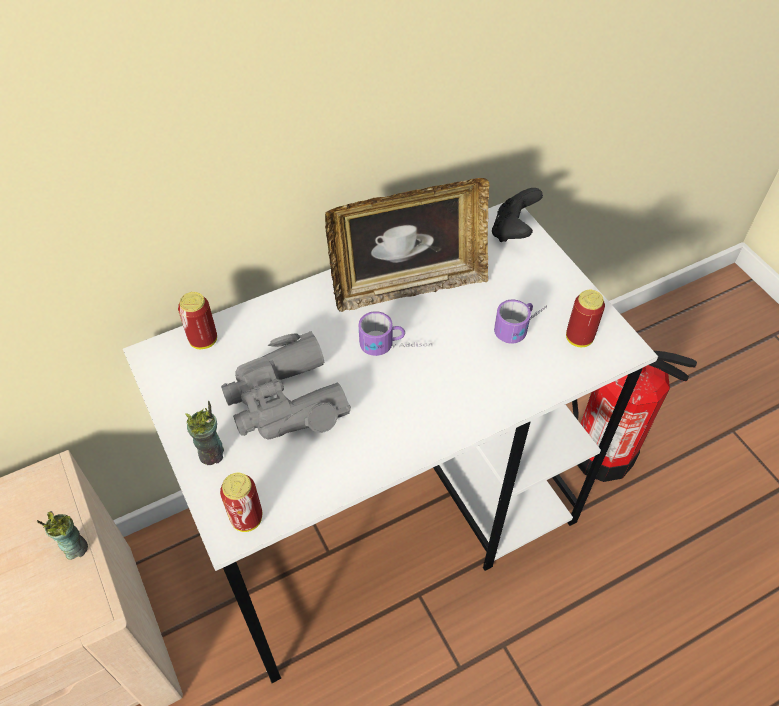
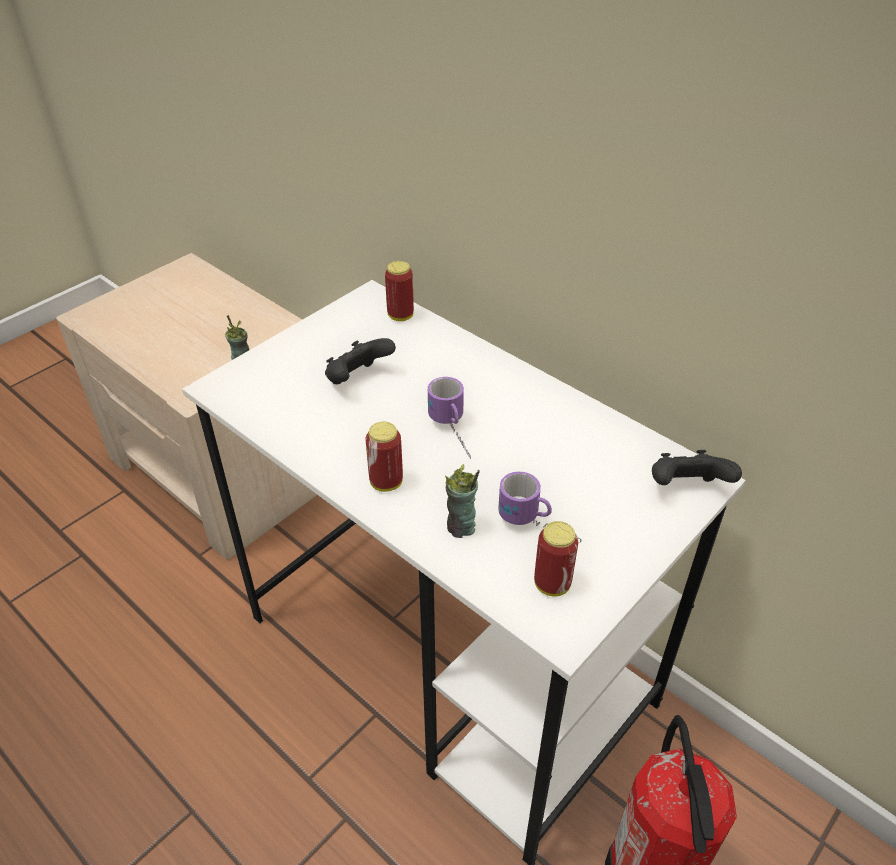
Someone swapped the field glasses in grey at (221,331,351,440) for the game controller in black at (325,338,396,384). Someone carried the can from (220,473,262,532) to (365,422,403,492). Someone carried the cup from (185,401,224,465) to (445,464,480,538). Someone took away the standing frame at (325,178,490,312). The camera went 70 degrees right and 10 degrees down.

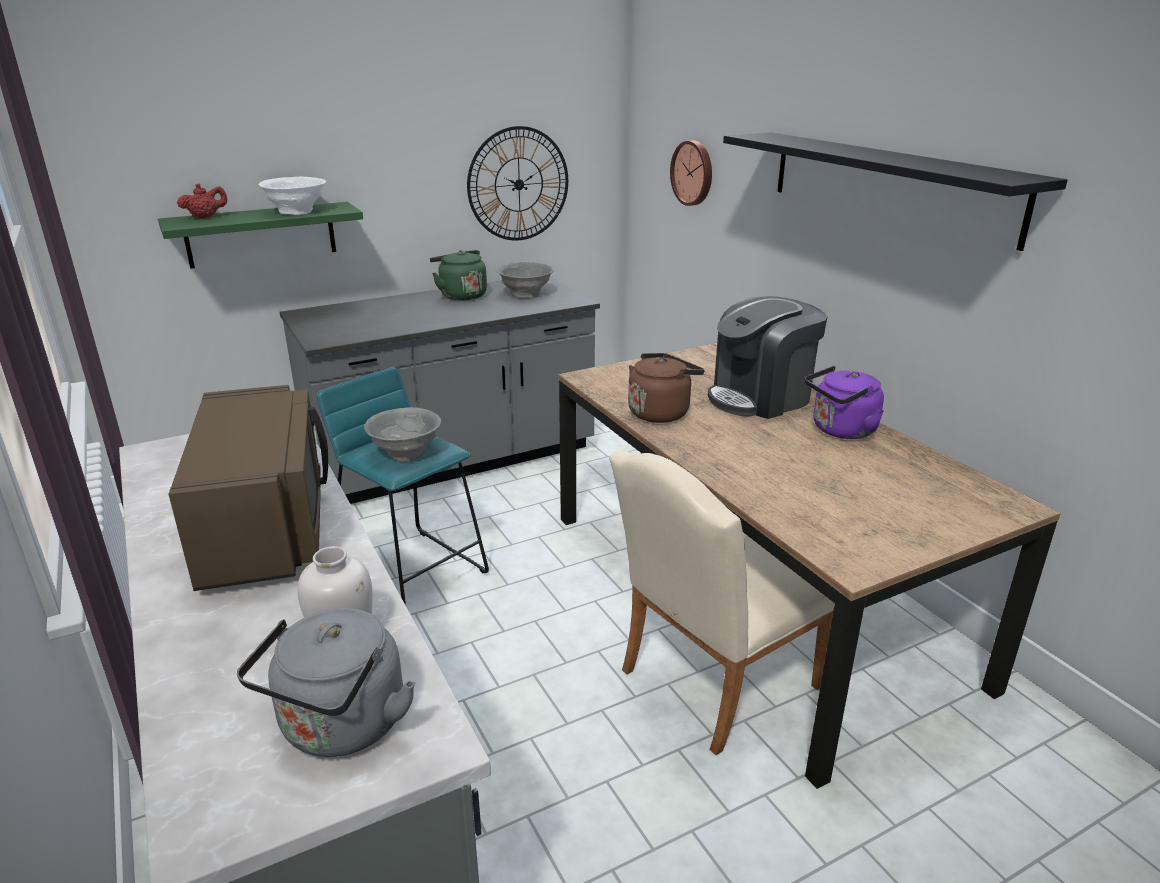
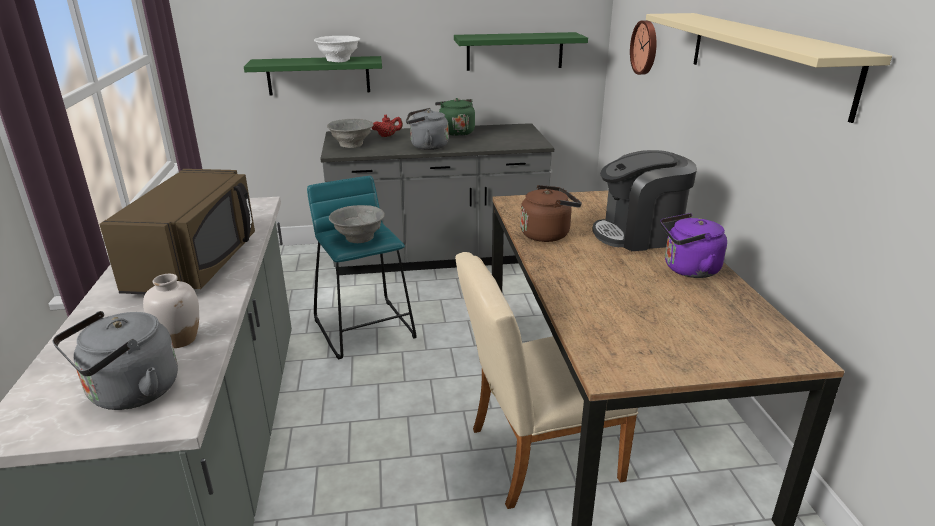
Someone carried the serving bowl in grey from (497,262,554,298) to (327,119,374,148). Someone carried the teapot in reddish from (177,184,228,219) to (372,114,403,137). Someone put down the water kettle in grey at (406,108,449,150). Someone swapped the hanging clock at (467,126,568,241) for the bracket shelf in green-coloured at (454,32,588,71). Someone repainted the bracket shelf in black at (723,132,1068,251), which became the bracket shelf in beige-coloured at (646,13,892,123). The camera went 20 degrees right and 0 degrees up.

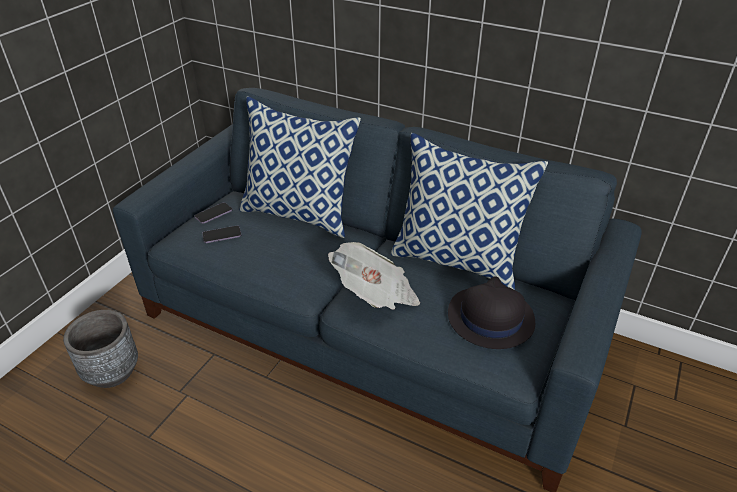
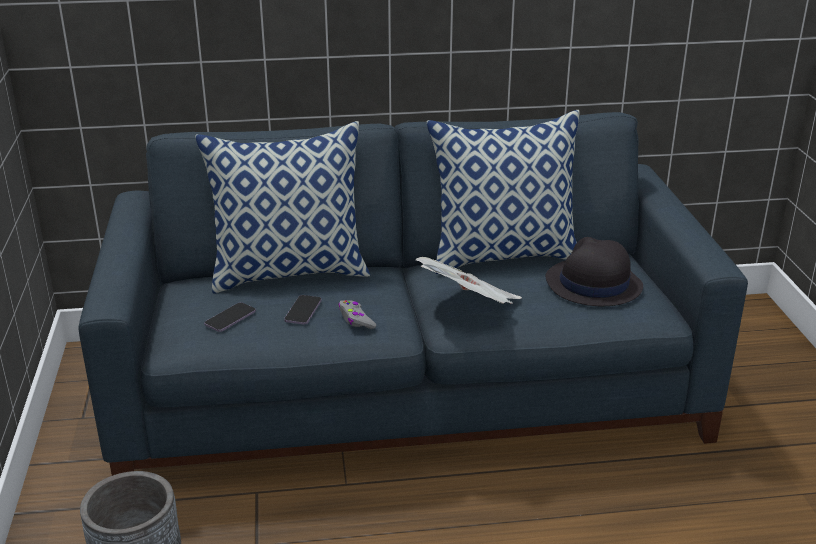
Someone carried the phone from (195,203,232,224) to (284,295,322,324). Someone put down the game controller in grey at (338,300,376,329). The camera went 35 degrees left and 10 degrees down.

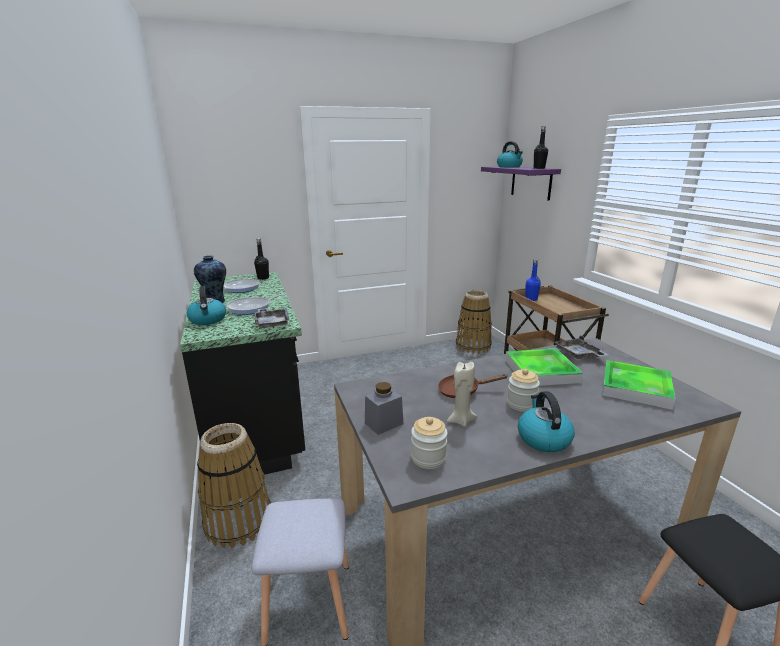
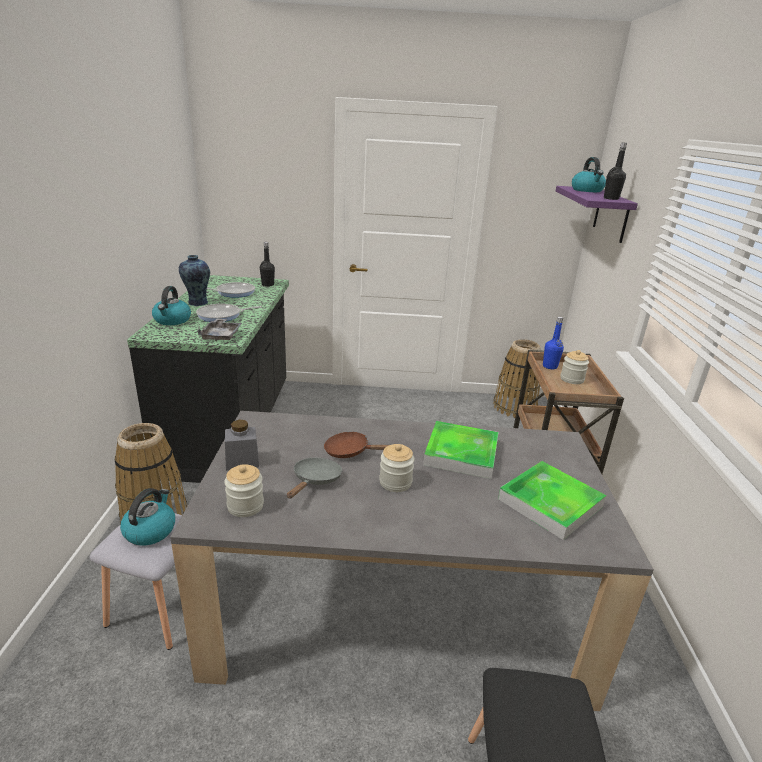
Someone carried the water kettle from (518,391,575,452) to (120,488,175,546). Someone swapped the wax candle in beige-coloured at (447,362,477,427) for the pan in grey at (287,458,342,498). Someone put down the jar at (561,350,589,384). Someone took away the carrying tray in grey at (554,335,608,359). The camera went 20 degrees right and 5 degrees up.

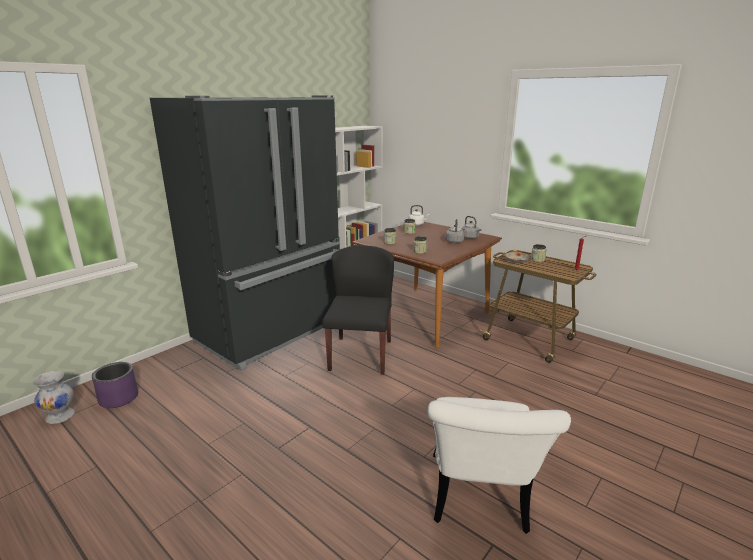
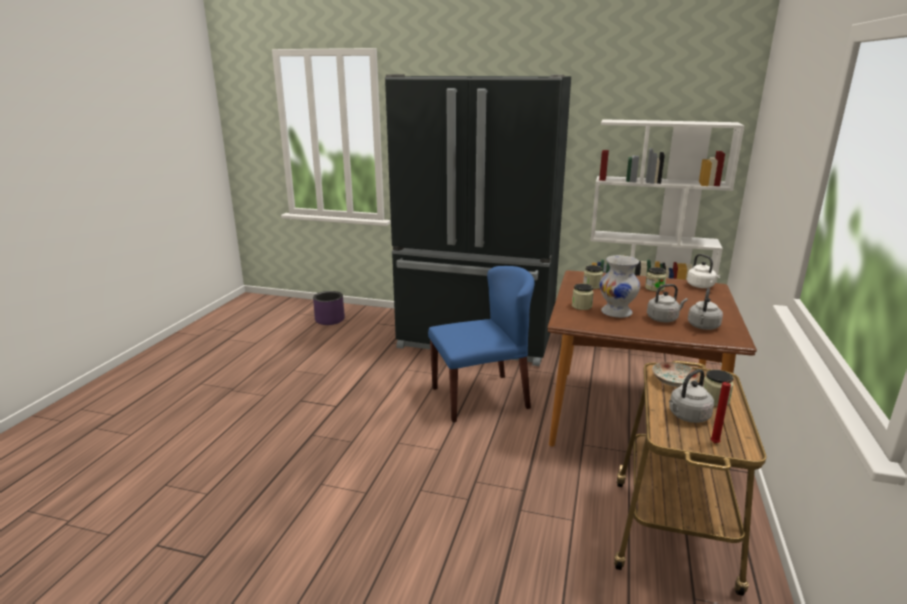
Someone repainted the plain chair in black at (322,245,394,375), which became the plain chair in bluish at (428,266,535,422). Someone carried the vase in white-coloured from (33,371,75,424) to (600,255,640,318). Someone put down the water kettle in grey at (669,369,714,423). Someone took away the plain chair in white-coloured at (428,397,571,534). The camera went 65 degrees right and 0 degrees up.

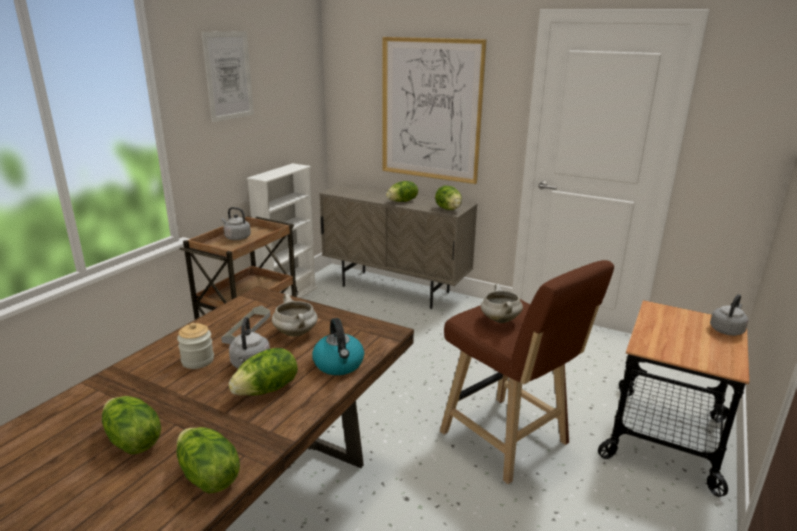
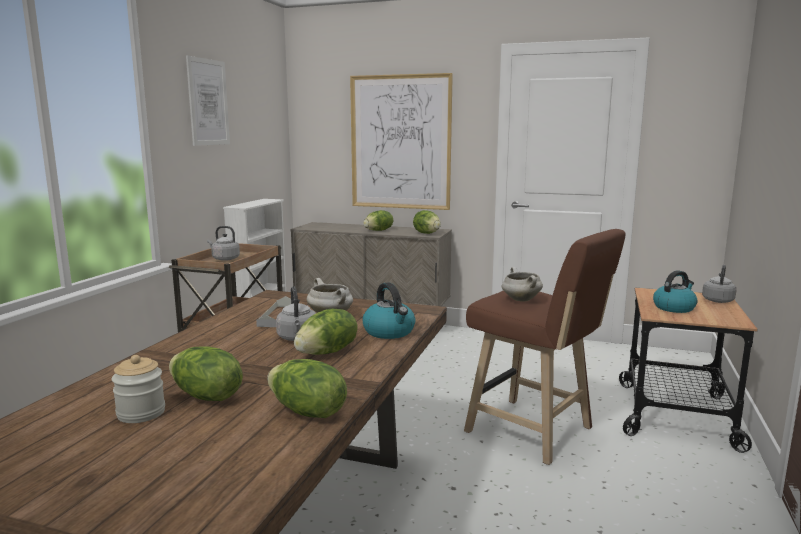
Someone carried the jar from (177,323,214,369) to (112,355,165,423). Someone put down the water kettle at (653,270,698,313). The camera went 10 degrees left and 10 degrees down.

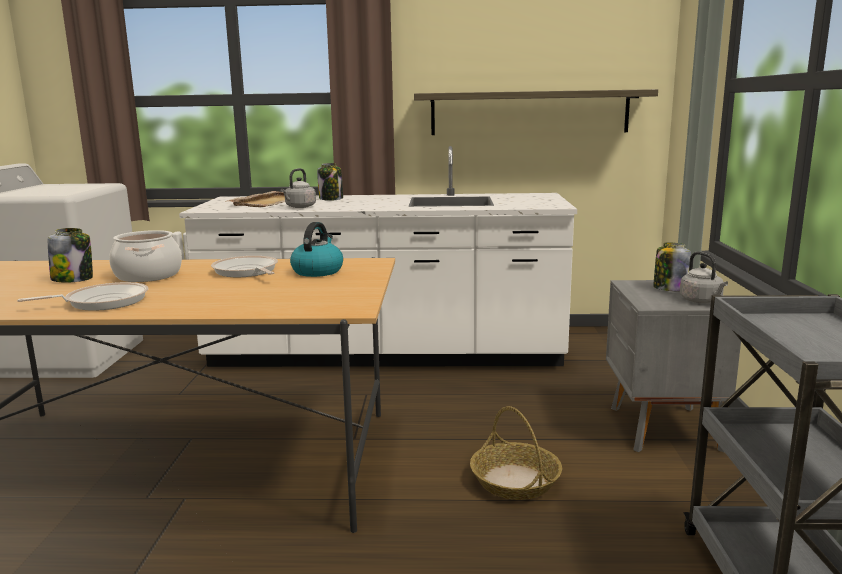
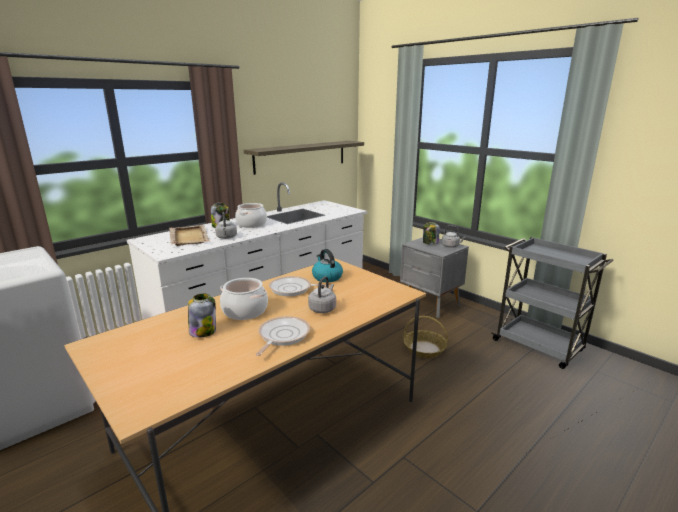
Someone put down the saucepot at (235,203,267,228). Someone put down the water kettle in grey at (308,276,336,313). The camera went 45 degrees left and 5 degrees up.

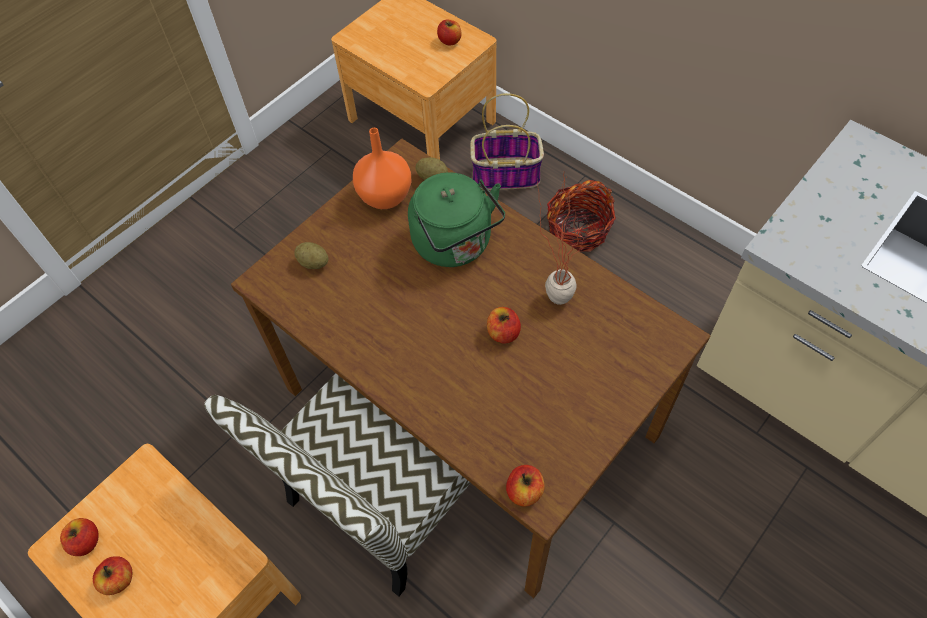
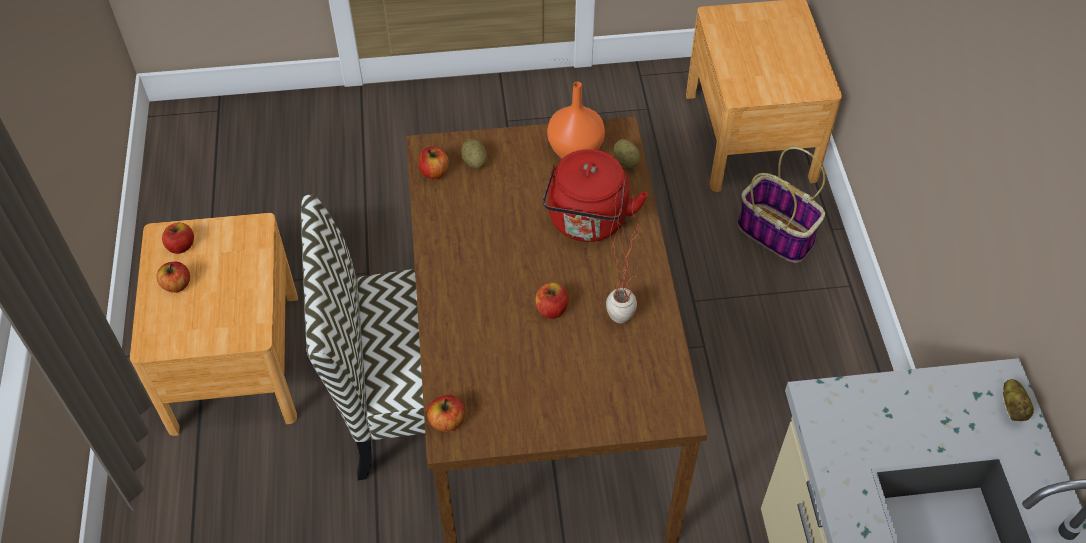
Someone carried the apple fruit from (437,20,461,46) to (419,146,449,179). Someone repainted the water kettle in green-coloured at (408,172,505,267), which became the water kettle in reddish at (542,149,648,242). Someone put down the whole potato at (1003,379,1034,421). Someone took away the household basket at (547,180,616,252). The camera went 40 degrees right and 5 degrees down.

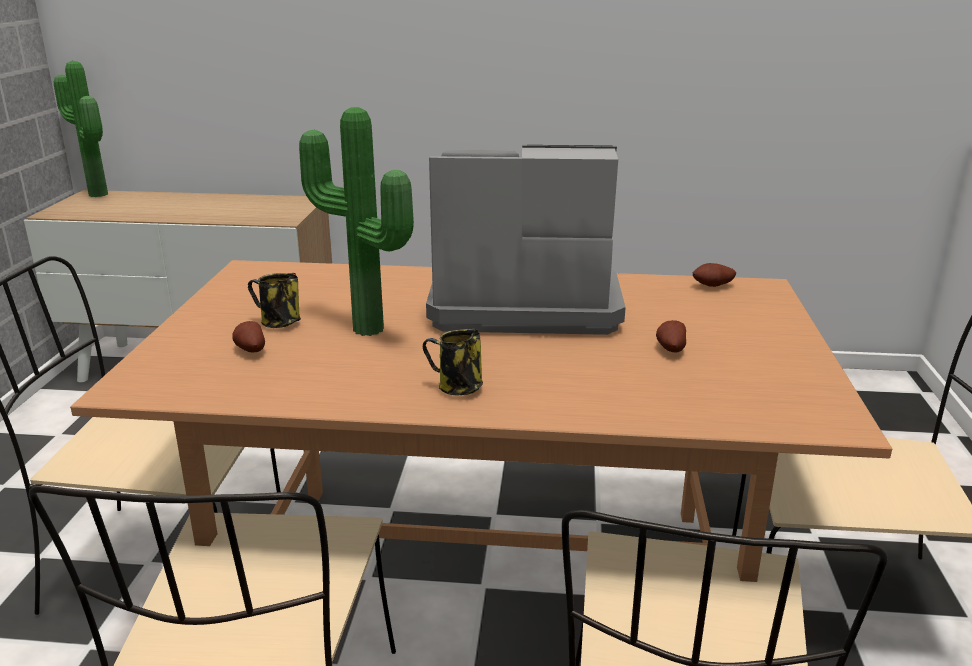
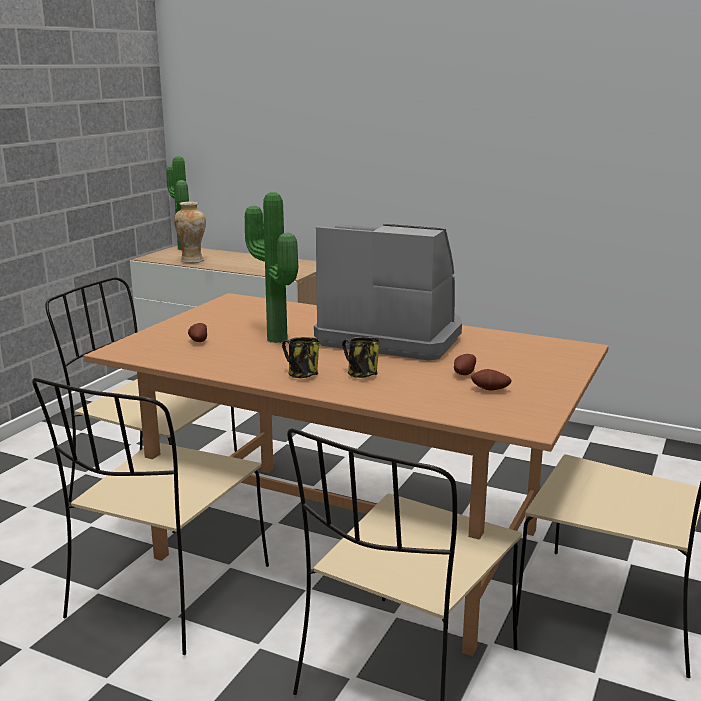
Someone put down the vase at (174,202,206,263). Someone carried the mug from (248,273,301,328) to (342,337,379,378). Someone carried the whole potato from (693,263,736,287) to (471,369,511,391). The camera went 20 degrees right and 5 degrees down.

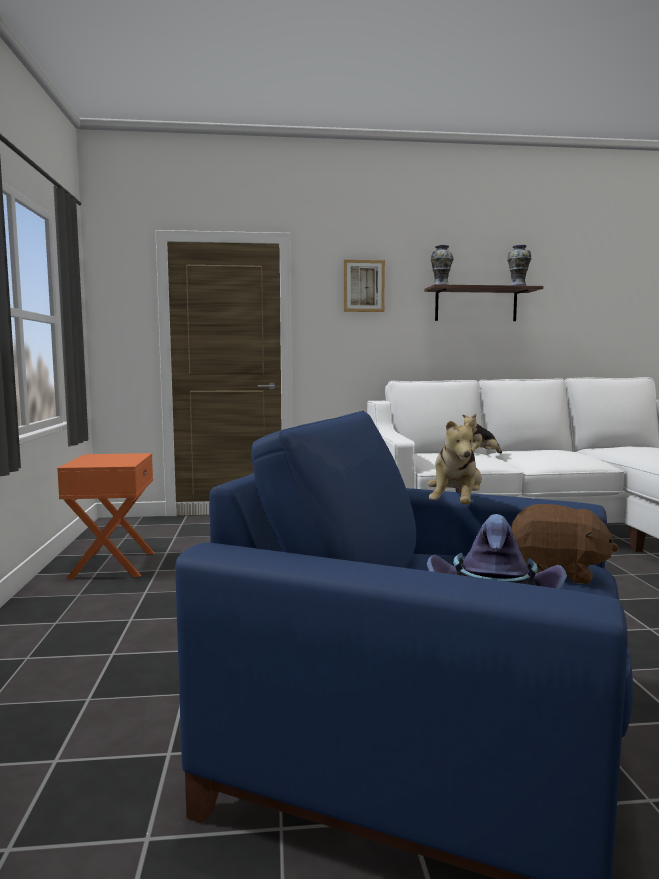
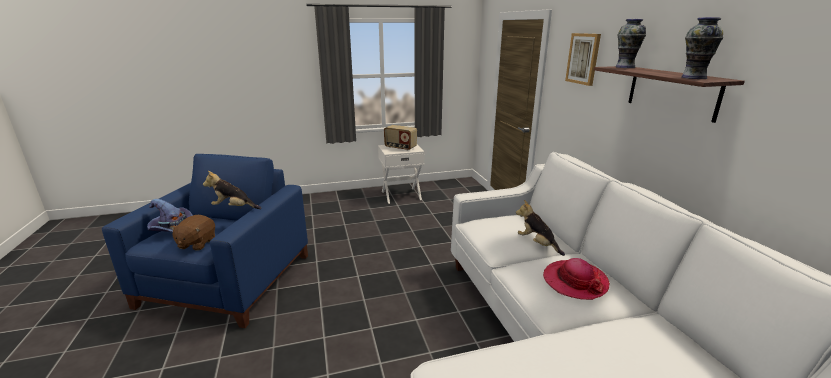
Someone repainted the bedside table in orange at (57,453,155,579), which became the bedside table in white-coloured at (378,145,425,204). Someone put down the radio set at (384,125,417,151). Someone put down the hat at (543,258,610,300). The camera went 80 degrees right and 15 degrees up.

